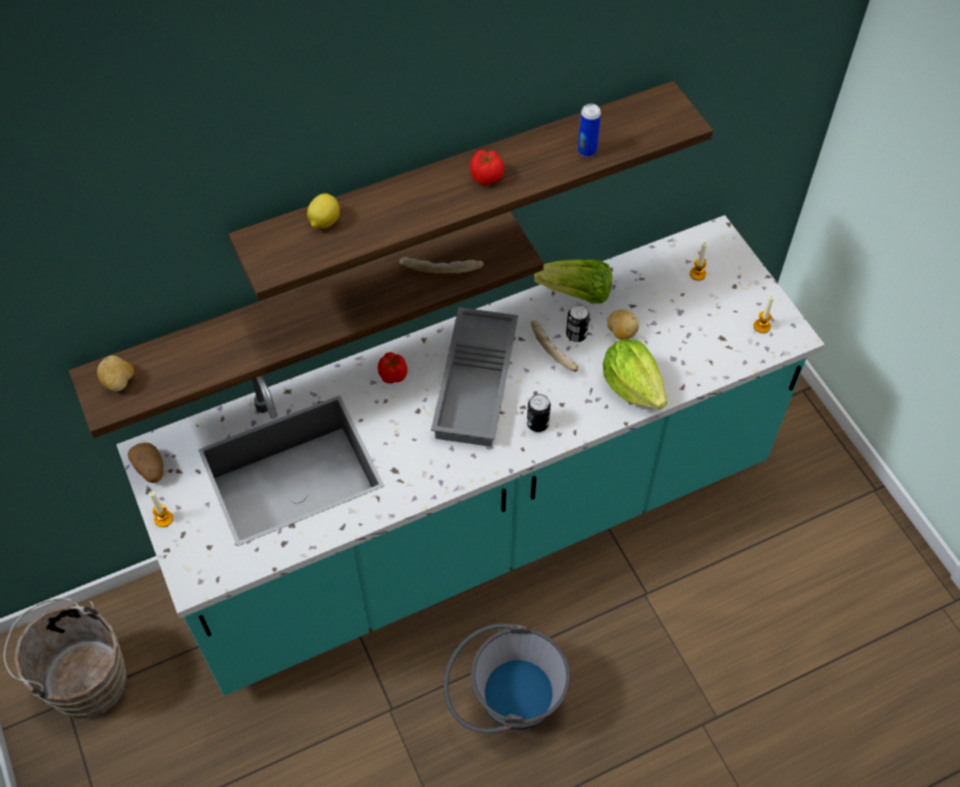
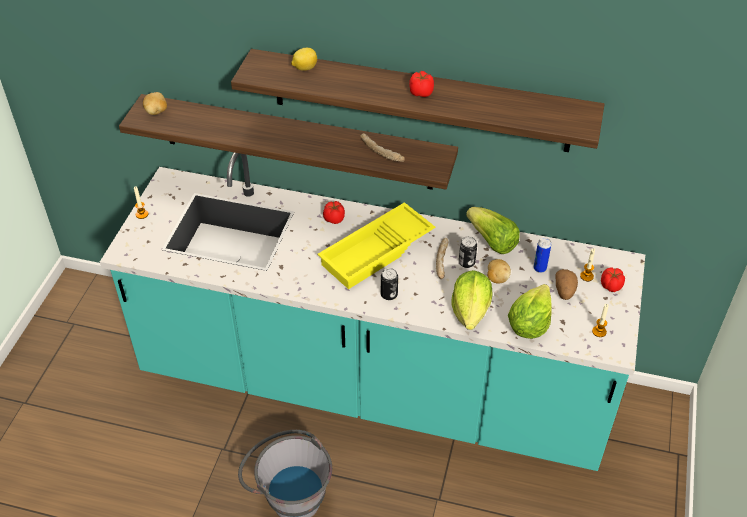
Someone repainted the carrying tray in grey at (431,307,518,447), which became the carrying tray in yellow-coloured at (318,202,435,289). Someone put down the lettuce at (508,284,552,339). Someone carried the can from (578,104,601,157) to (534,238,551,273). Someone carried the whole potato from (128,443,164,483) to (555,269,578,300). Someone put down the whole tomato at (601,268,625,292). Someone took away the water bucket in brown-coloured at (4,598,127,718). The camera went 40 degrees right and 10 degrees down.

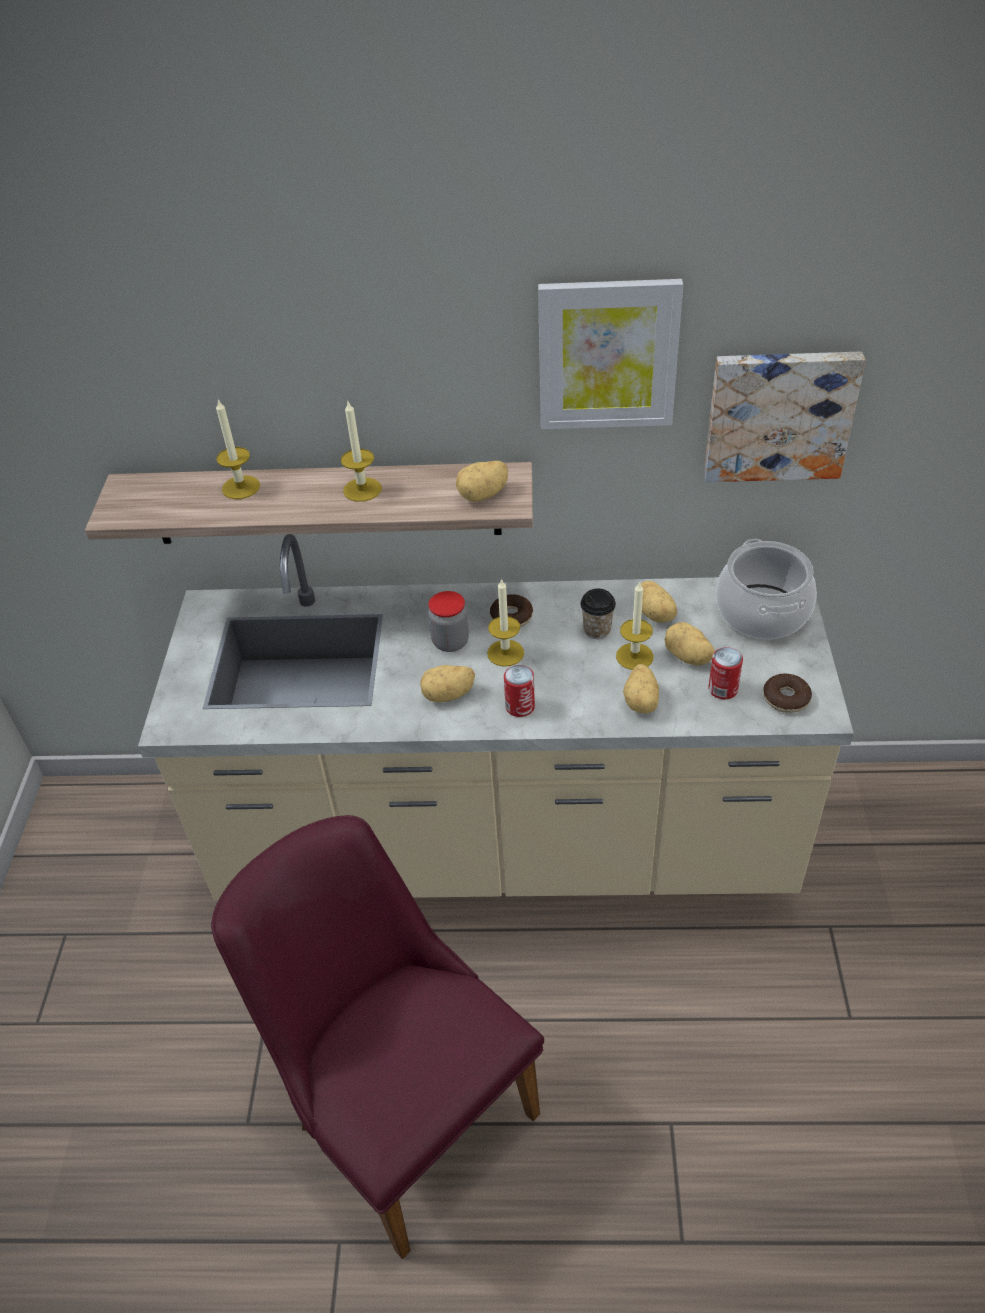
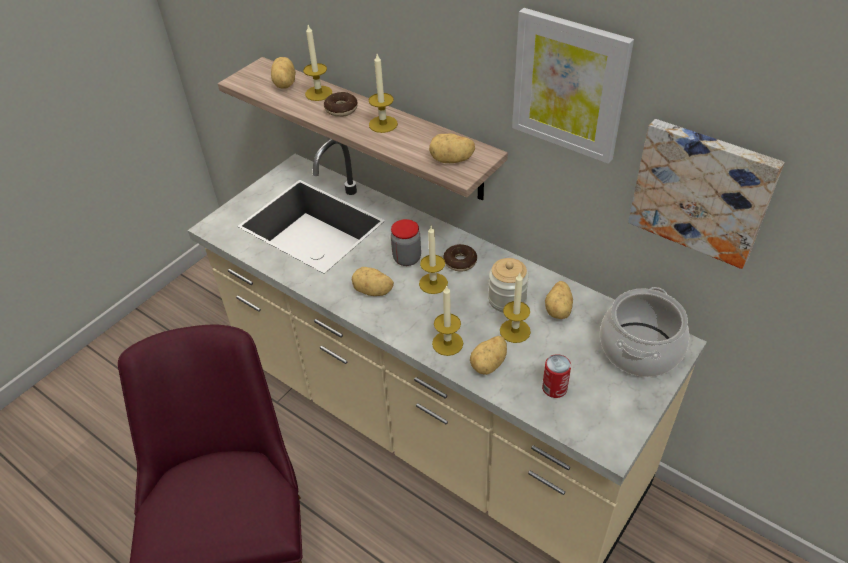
Someone carried the whole potato from (665,622,715,665) to (271,57,296,89). Someone carried the donut from (763,674,812,713) to (324,92,358,117). Someone put down the wax candle at (432,285,463,356). Someone swapped the cup at (580,589,616,639) for the jar at (488,258,529,313). Someone took away the can at (504,665,535,717). The camera went 35 degrees right and 0 degrees up.

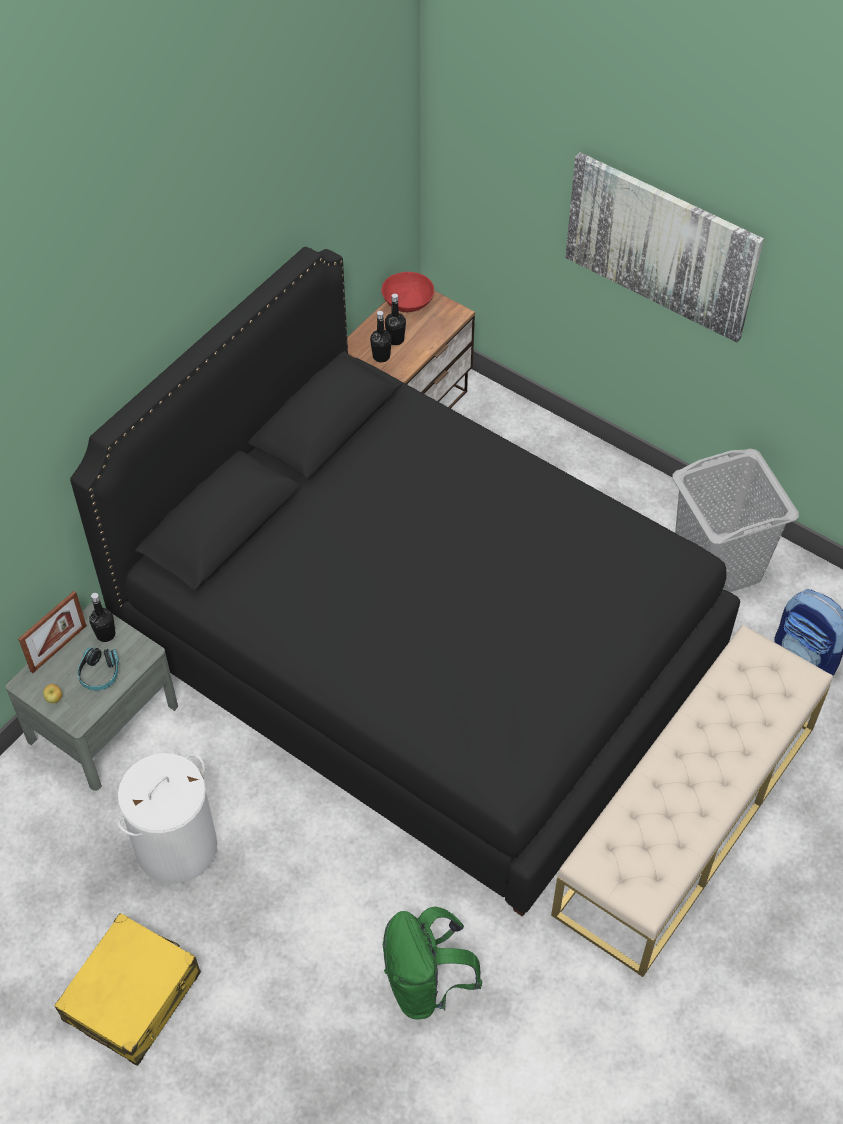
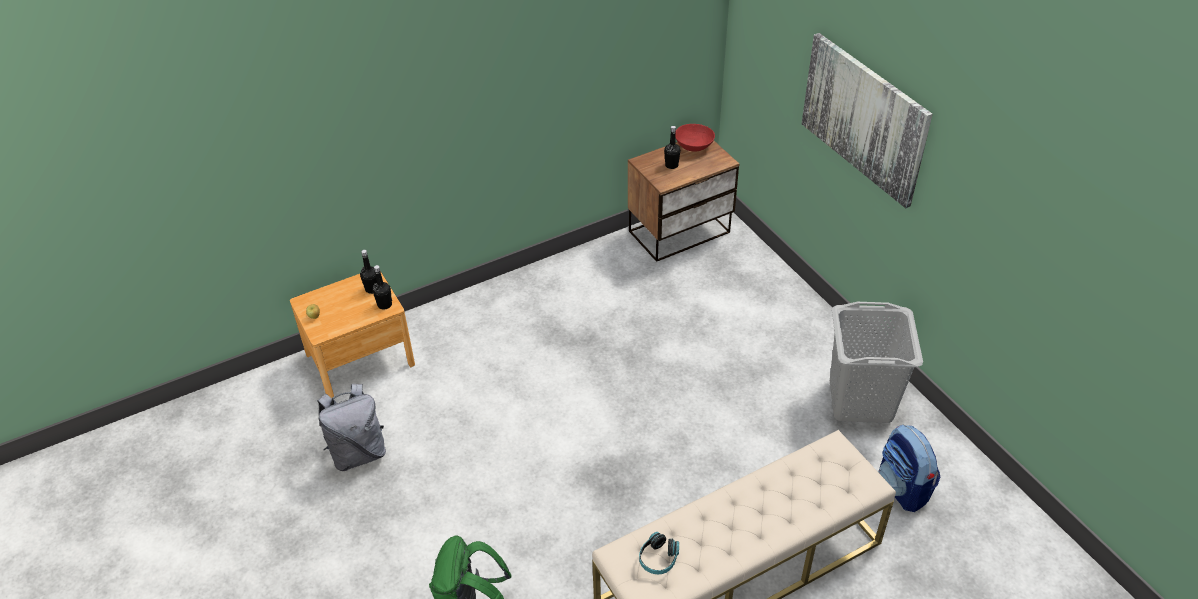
Someone repainted the bedside table in grey at (5,603,178,791), which became the bedside table in brown-coloured at (290,273,415,398). Someone swapped the laundry basket in white-coloured at (117,753,217,884) for the knapsack in grey at (317,384,386,471). Someone carried the drink bottle in black from (370,311,392,362) to (373,265,392,310). Someone carried the headphones from (78,647,119,690) to (639,532,679,574). Someone took away the standing frame at (18,591,86,673). Someone took away the piece of luggage in yellow-coloured at (54,913,201,1066). Someone took away the bed in black at (70,247,740,917). The camera went 25 degrees right and 10 degrees down.

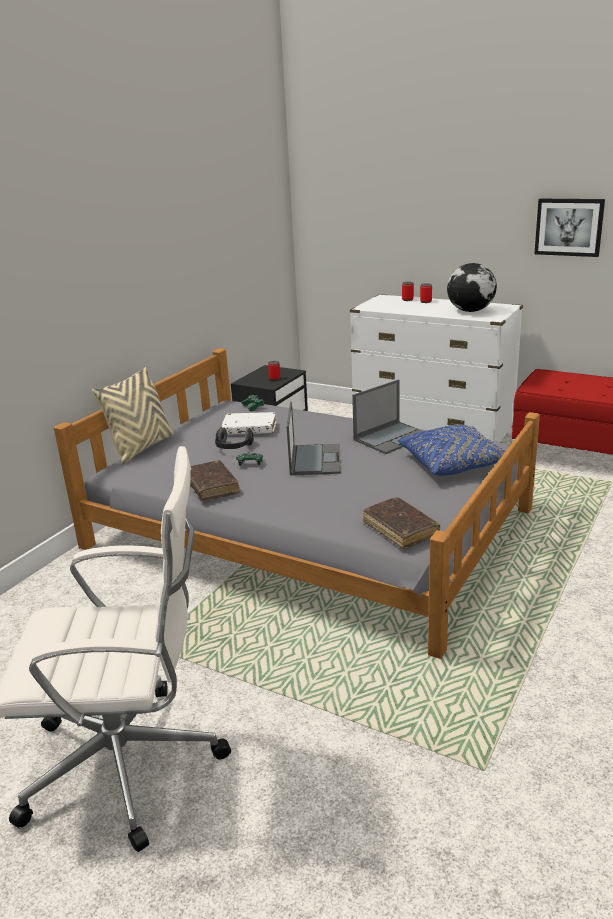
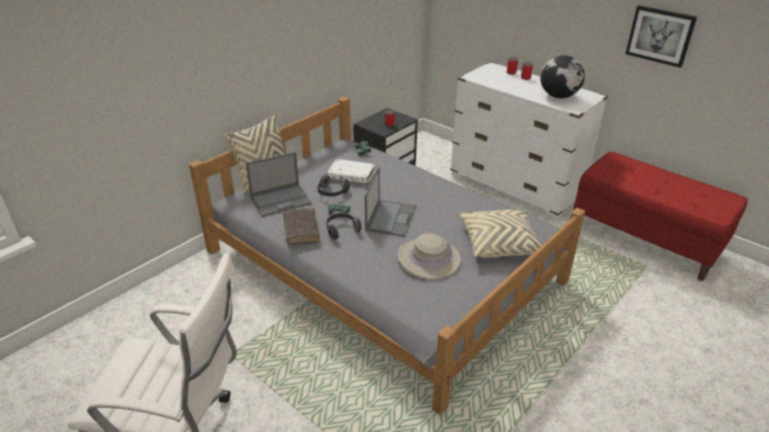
Someone carried the portable computer from (352,379,423,454) to (246,152,312,217). Someone put down the headphones at (326,213,362,240). Someone put down the hat in beige-coloured at (397,233,461,280). Someone repainted the cushion in bluish at (398,425,513,476), which became the cushion in beige-coloured at (460,210,547,258). Someone took away the volume in brown-coloured at (363,497,440,549). The camera went 10 degrees right and 10 degrees up.

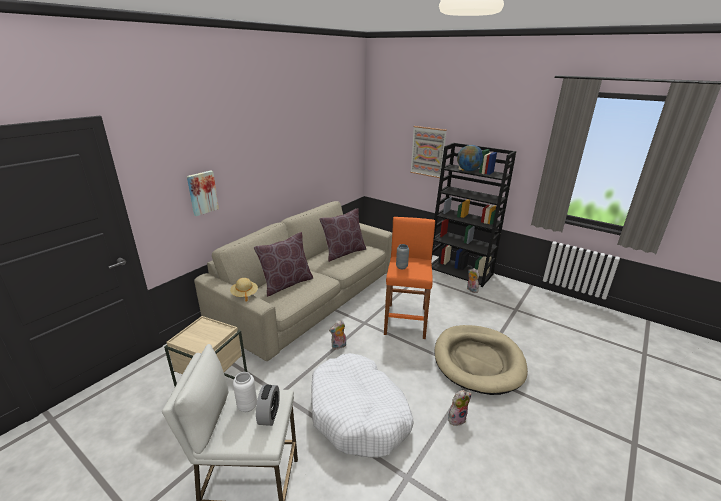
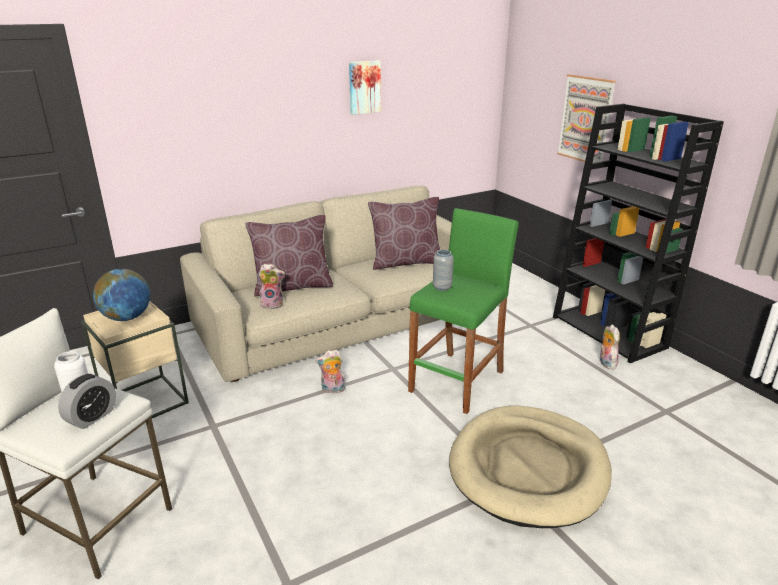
Someone carried the desk globe from (457,145,483,171) to (93,269,150,321). Someone carried the cuddly toy from (448,390,472,426) to (259,264,285,309). Someone carried the wall art from (187,170,219,216) to (349,61,381,115). Someone repainted the sitting stool in orange at (384,217,435,339), which became the sitting stool in green-coloured at (408,208,519,414). Someone took away the hat in beige-coloured at (230,278,258,301). Someone took away the pet bed in white-coloured at (311,353,413,458). The camera went 25 degrees right and 0 degrees up.

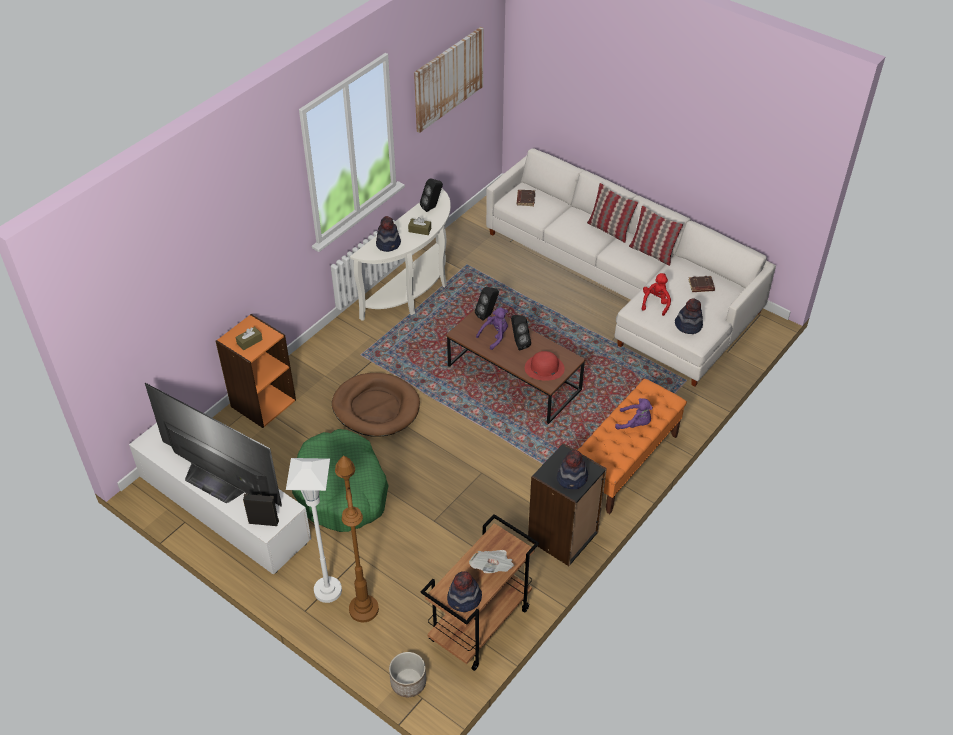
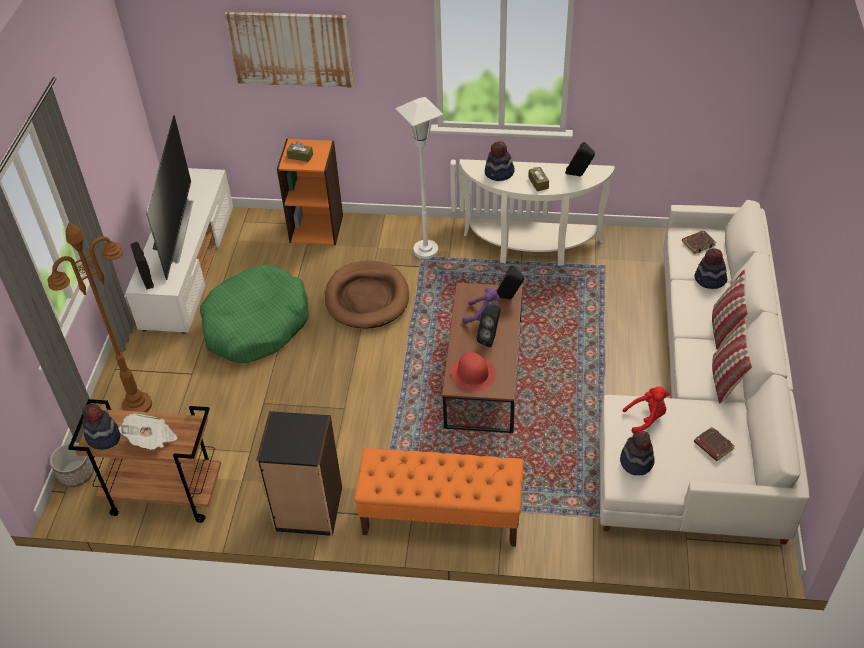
Someone carried the wall art from (414,27,483,133) to (225,12,354,88). Someone carried the standard lamp in white-coloured from (286,458,342,603) to (395,97,444,259). Someone carried the hat from (557,450,588,489) to (695,248,727,289). Someone took away the cuddly toy in purple-coloured at (615,398,653,430). The camera went 60 degrees right and 0 degrees up.

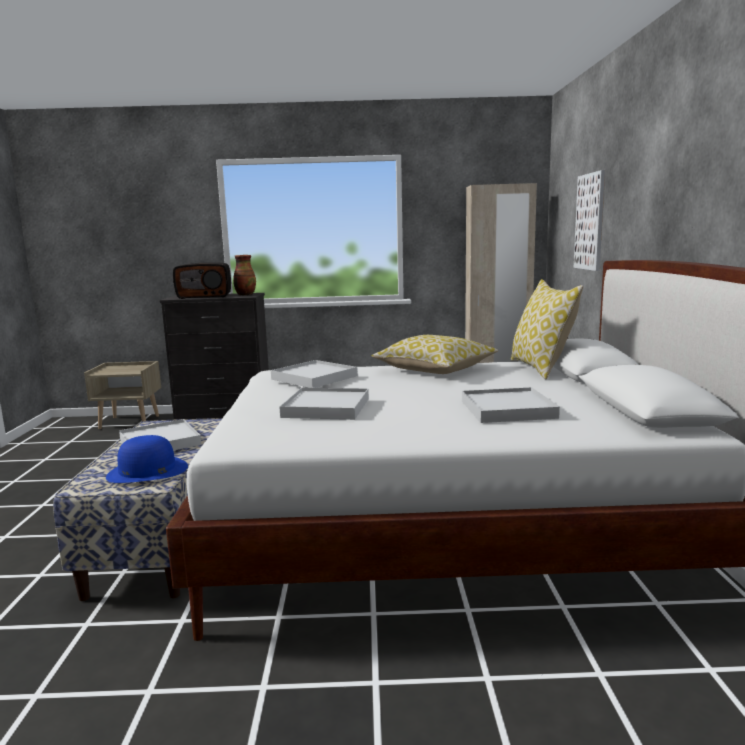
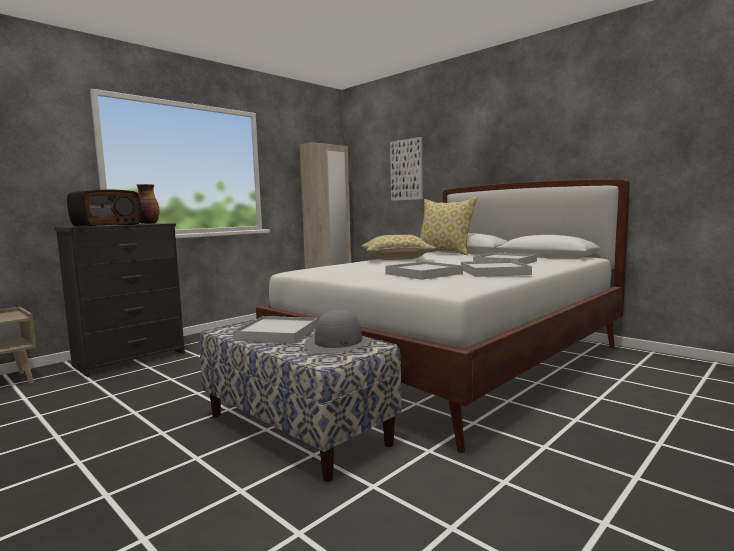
Someone repainted the hat in bluish at (106,435,188,483), which became the hat in grey at (304,310,373,354). Someone carried the carrying tray in white-coloured from (271,360,358,388) to (461,260,532,277). The camera went 45 degrees left and 5 degrees down.

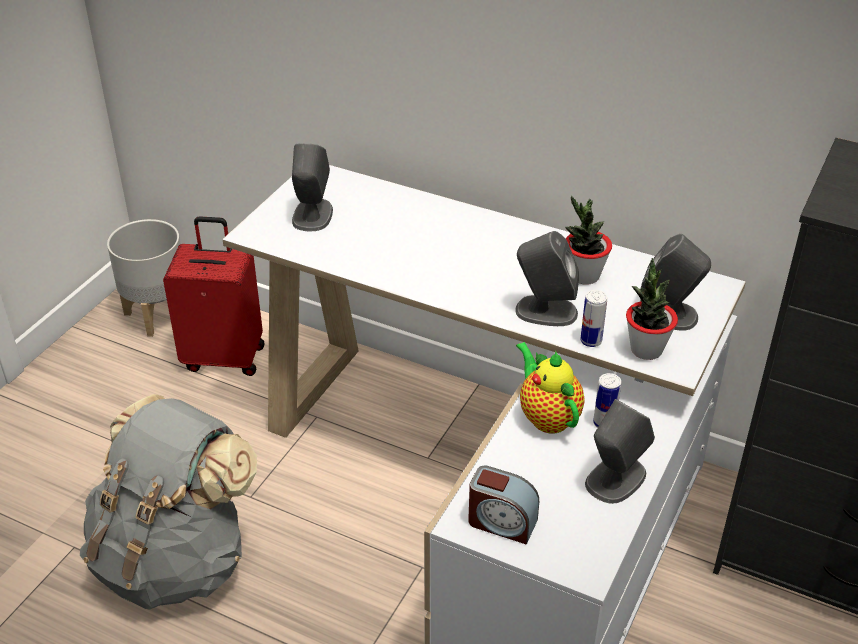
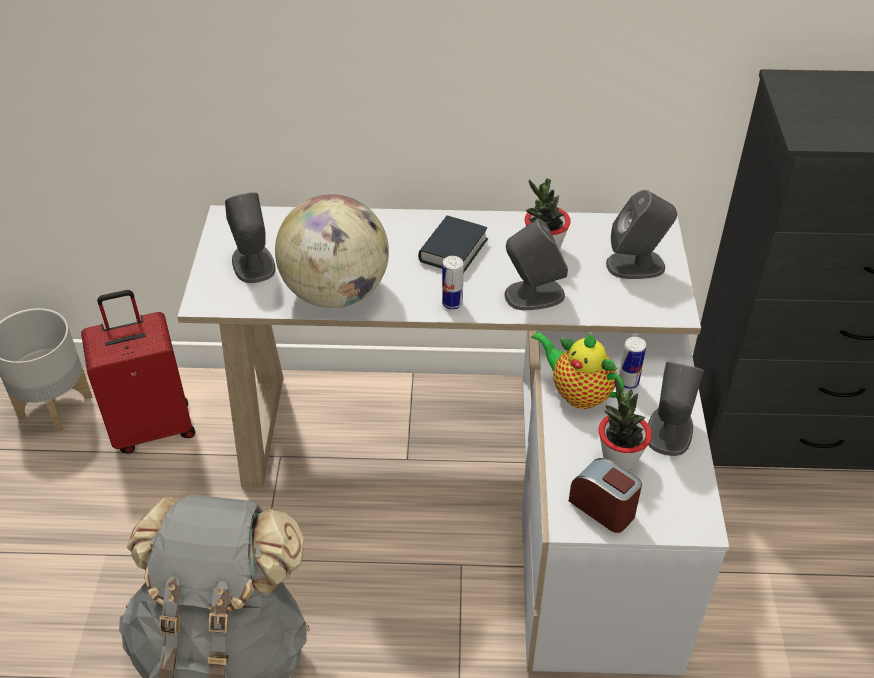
Someone put down the desk globe at (275,194,389,308). Someone put down the volume at (418,216,488,273). Someone carried the can from (580,290,607,347) to (442,256,464,310). Someone rotated the bedside clock at (468,466,539,544) by 135 degrees counterclockwise. Someone carried the potted plant from (626,258,678,360) to (599,378,652,471). The camera went 25 degrees left and 5 degrees up.

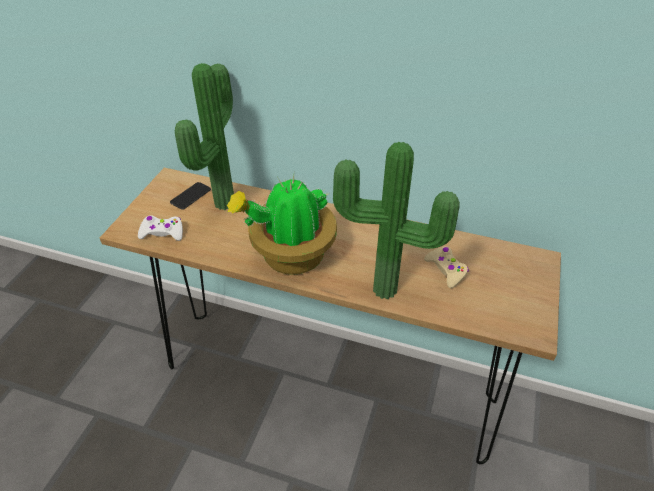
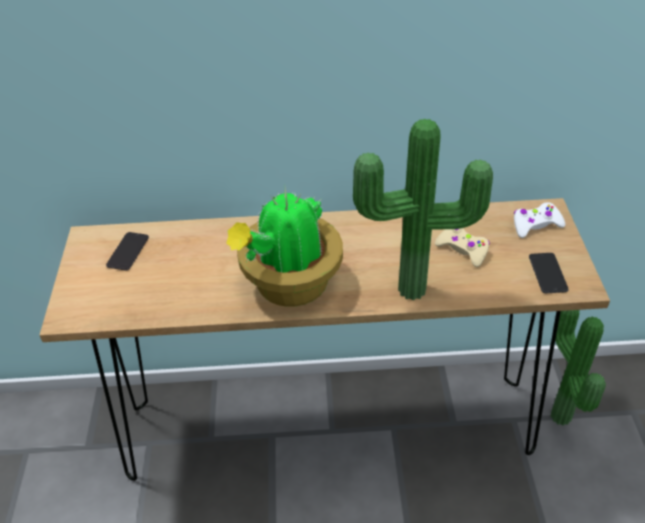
Someone carried the game controller in white-coloured from (138,216,183,241) to (514,202,565,238). Someone put down the phone at (529,253,569,293). Someone carried the potted plant from (175,63,234,210) to (551,310,606,426). The camera went 20 degrees left and 0 degrees up.

